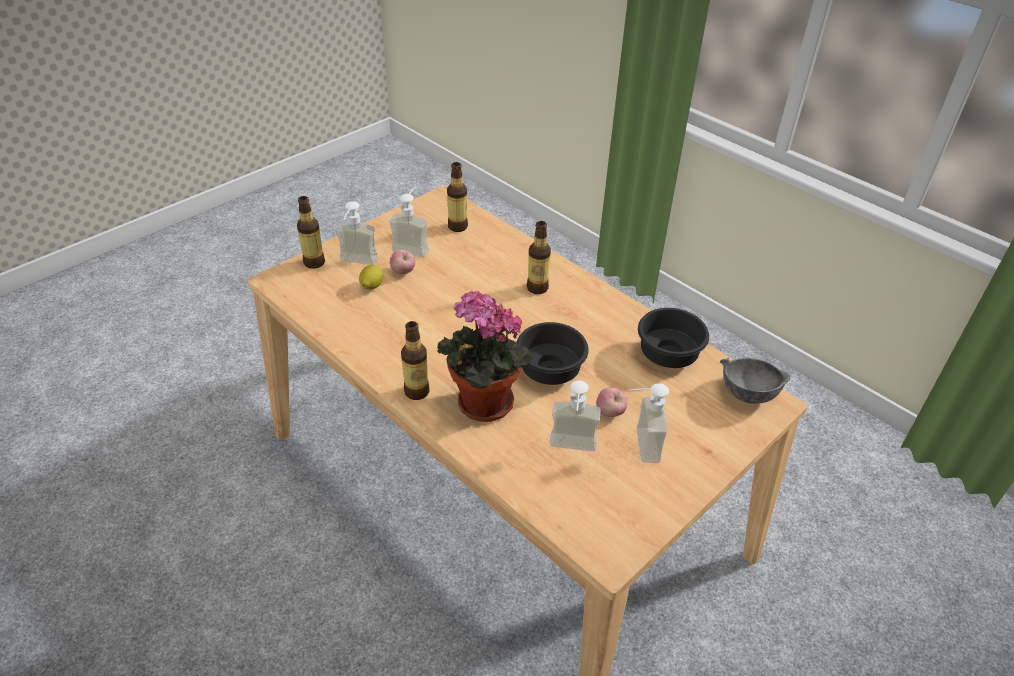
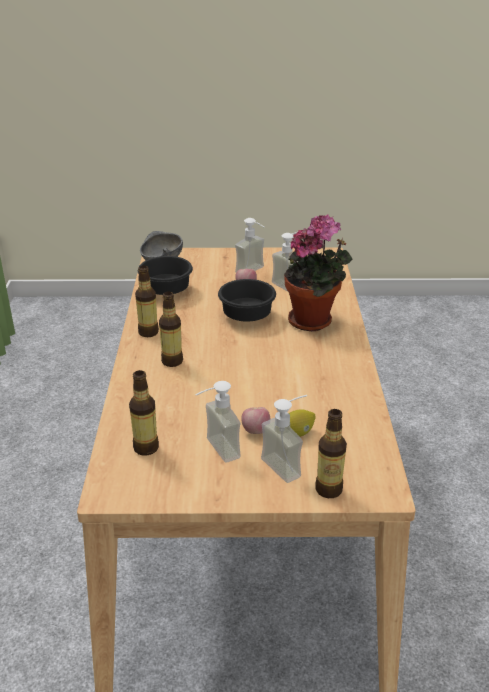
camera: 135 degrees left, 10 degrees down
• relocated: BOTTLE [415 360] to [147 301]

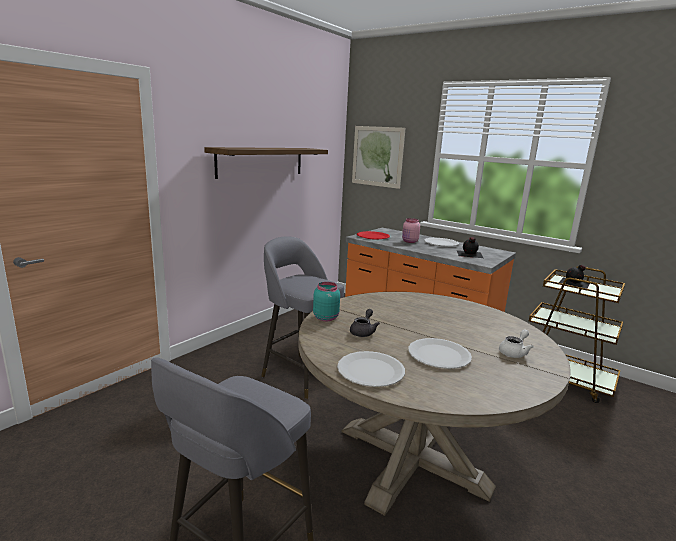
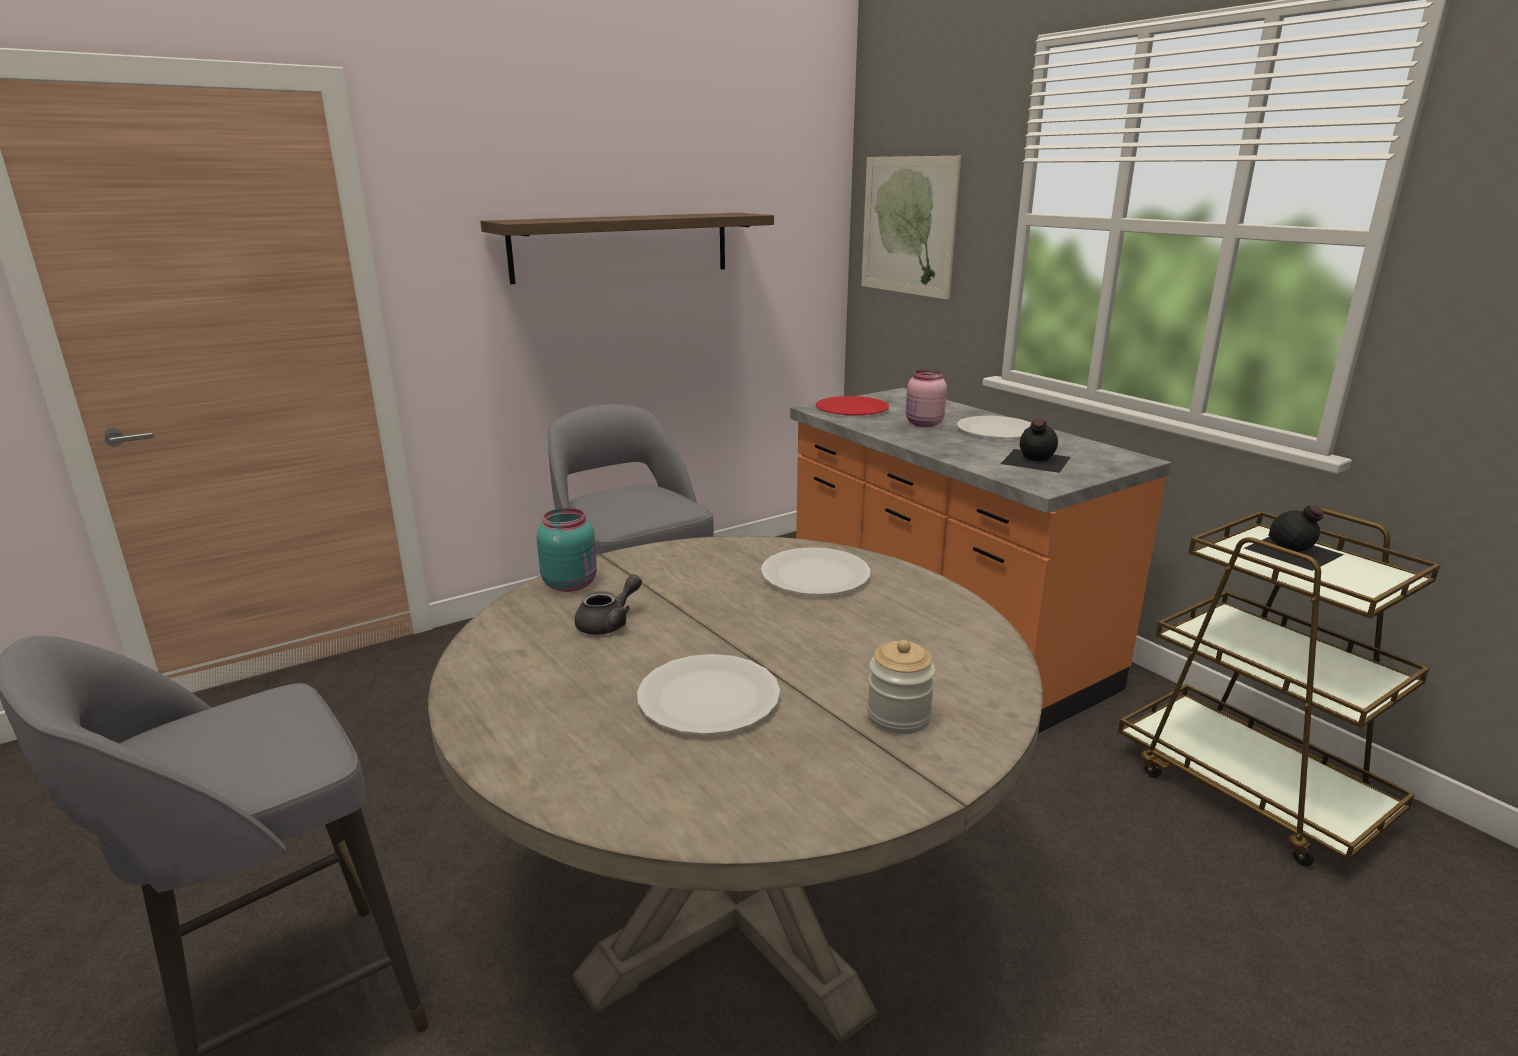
camera: 20 degrees right, 5 degrees up
• relocated: WHITE PLATE [371 369] to [815 571]
• exchanged: WHITE TEAPOT [516 343] to JAR [901 687]

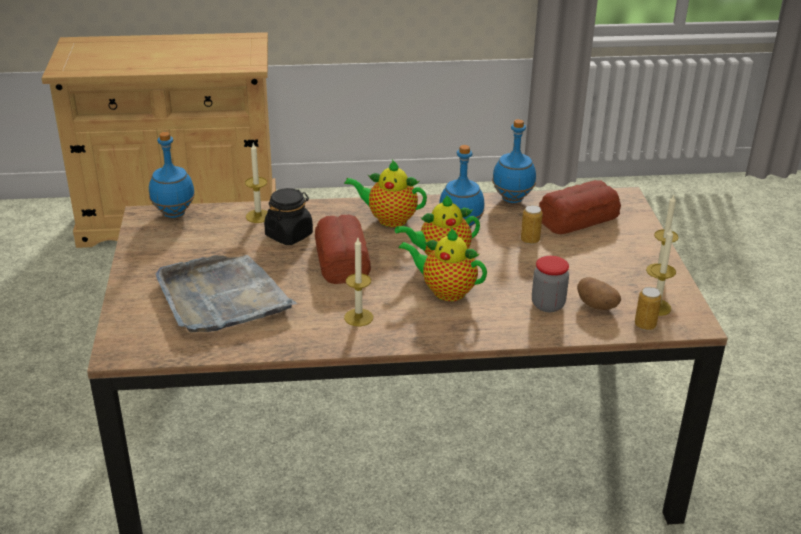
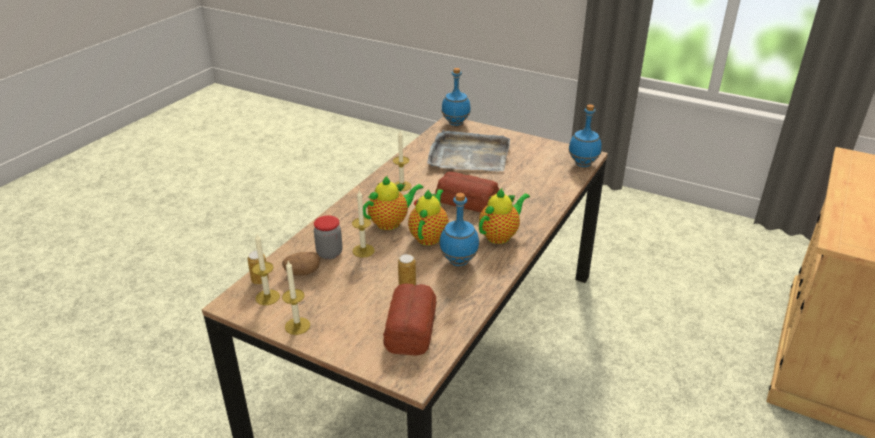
camera: 125 degrees right, 0 degrees up
• missing: BLACK JAR [288 216]
• relocated: CANDLE [256 183] to [363 224]
• relocated: BLUE BOTTLE [514 161] to [456 97]

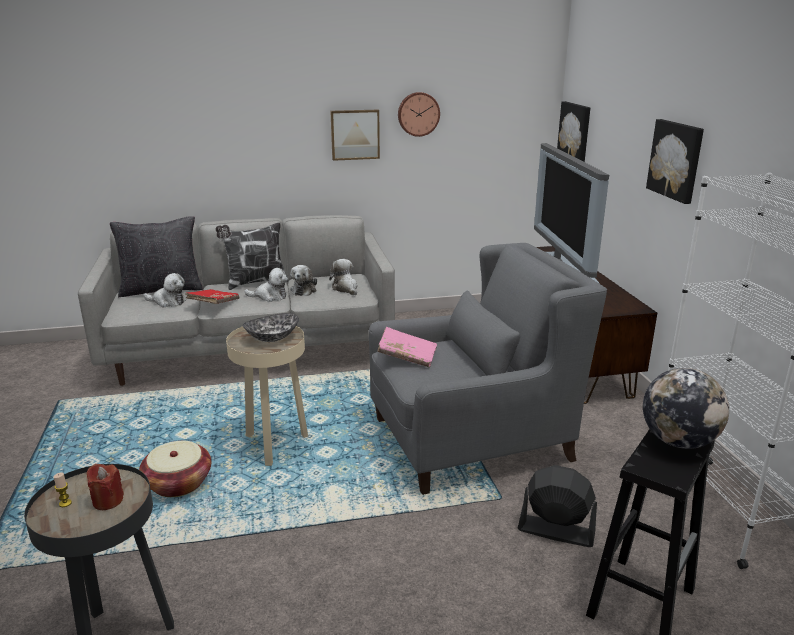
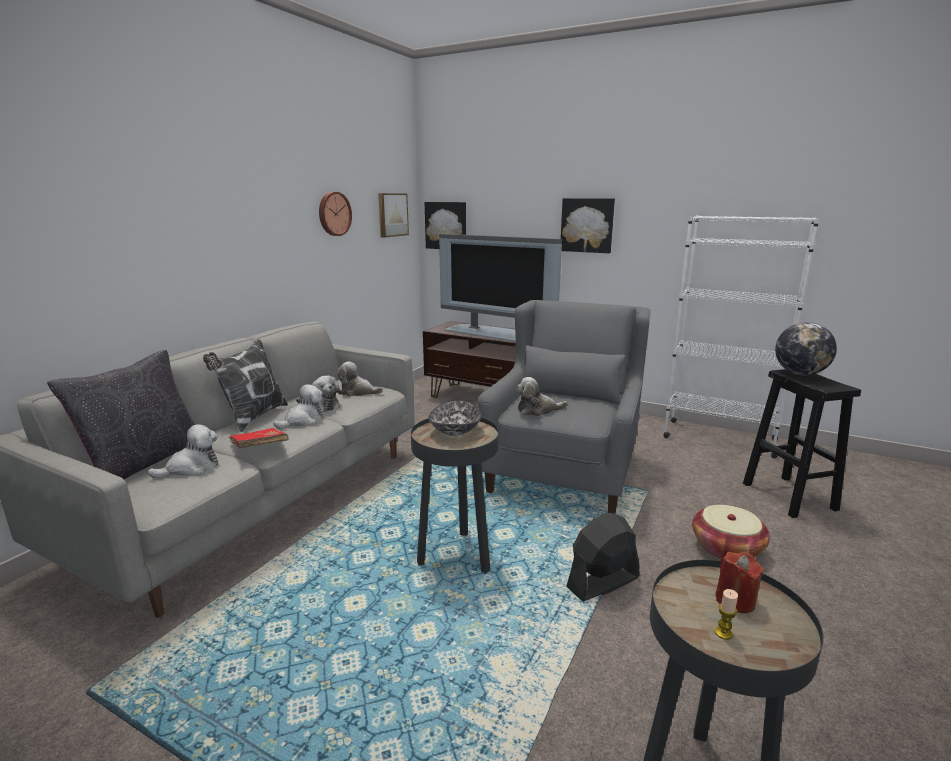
camera: 50 degrees left, 5 degrees down
• relocated: BASKET [175 469] to [731 532]
• relocated: PICTURE [355 135] to [393 215]
• relocated: BLACK FAN [557 506] to [603 557]
• exchanged: PINK BOOK [407 347] to PLUSH TOY [542 396]
• colour: BEIGE SIDE TABLE [267 396] to BLACK SIDE TABLE [455 496]

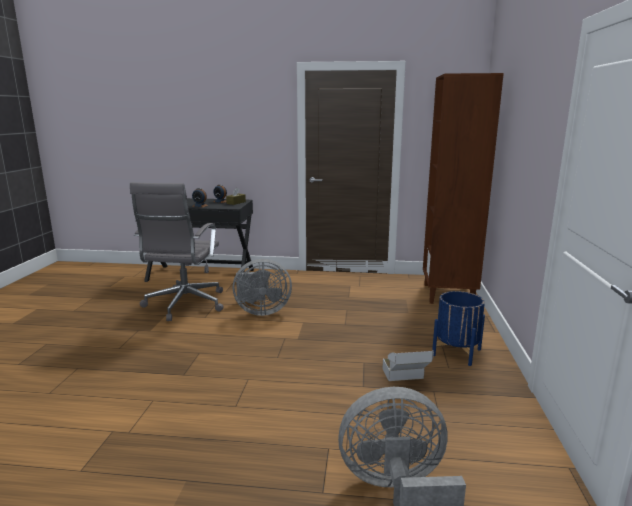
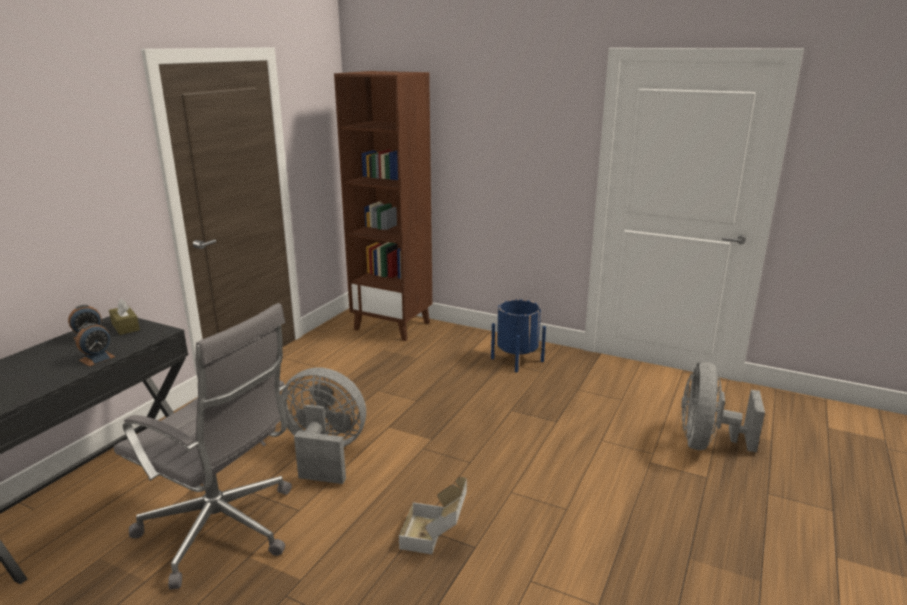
camera: 70 degrees left, 5 degrees up
• relocated: CARDBOARD BOX [408 365] to [433 515]
• spun: GREY FAN [262 287] = [323 426] 90 degrees counterclockwise

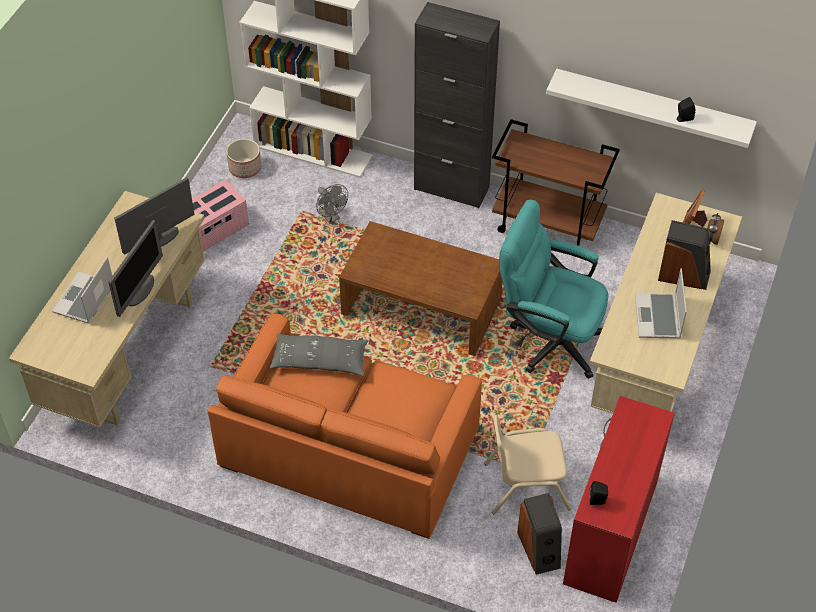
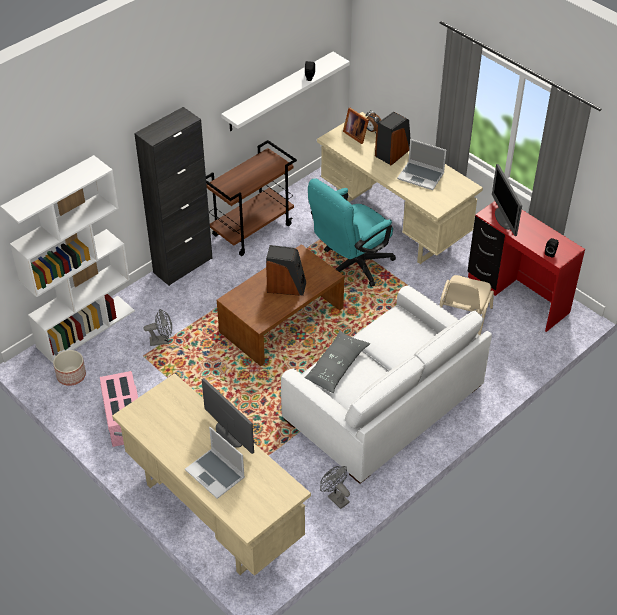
camera: 65 degrees left, 5 degrees down
• appeared: GREY FAN [335 487]
• relocated: MONITOR [154 216] to [507 200]
• relocated: SPEAKER [539 534] to [286 270]
• colour: ORANGE SOFA [345 426] to WHITE SOFA [386 384]

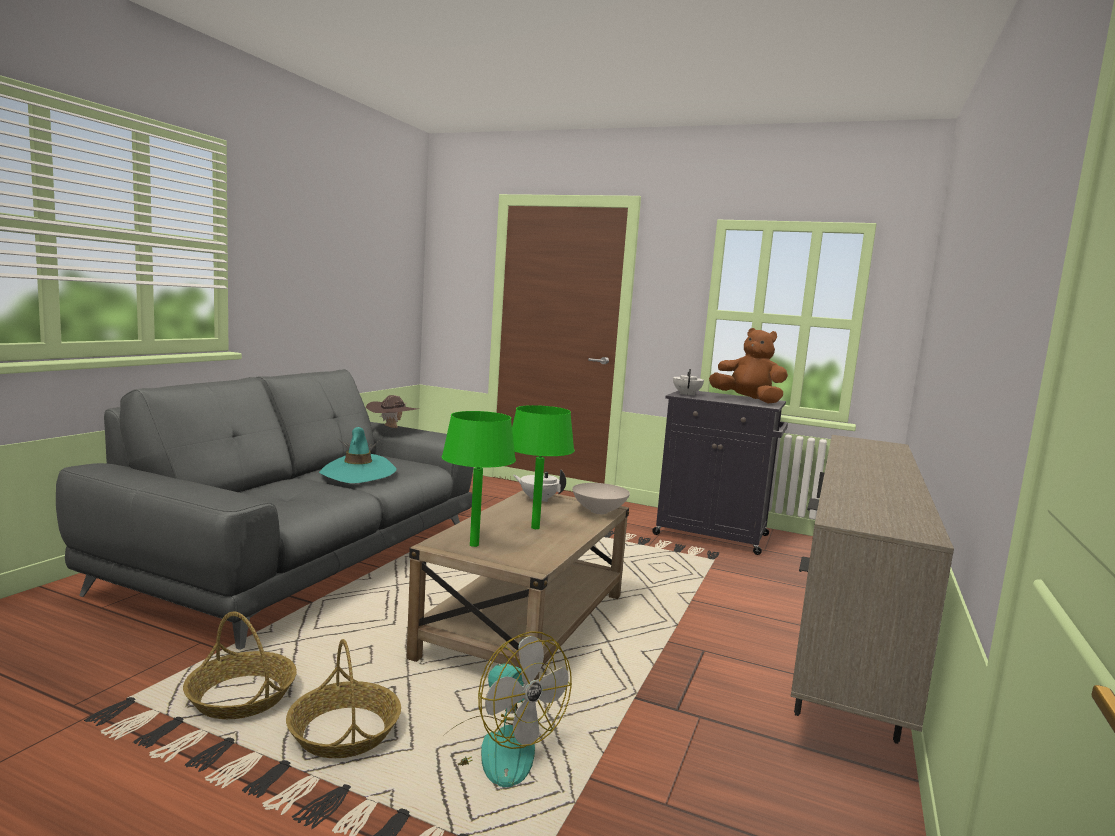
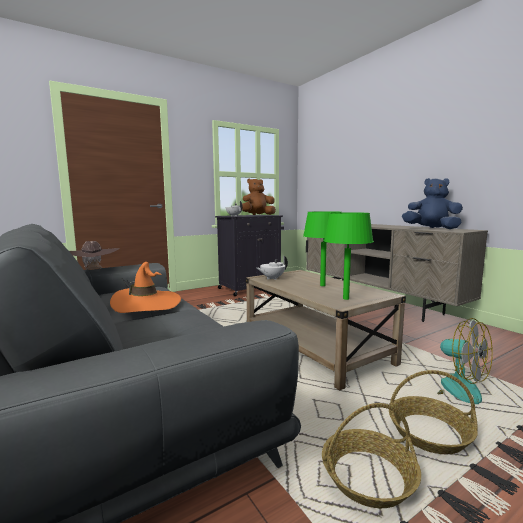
camera: 55 degrees left, 0 degrees up
• missing: WHITE BOWL [601 498]
• appeared: BLUE PLUSH TOY [432 203]
• colour: TURQUOISE HAT [358 455] to ORANGE HAT [145 287]
• spun: FAN [510 709] = [454 361] 60 degrees clockwise

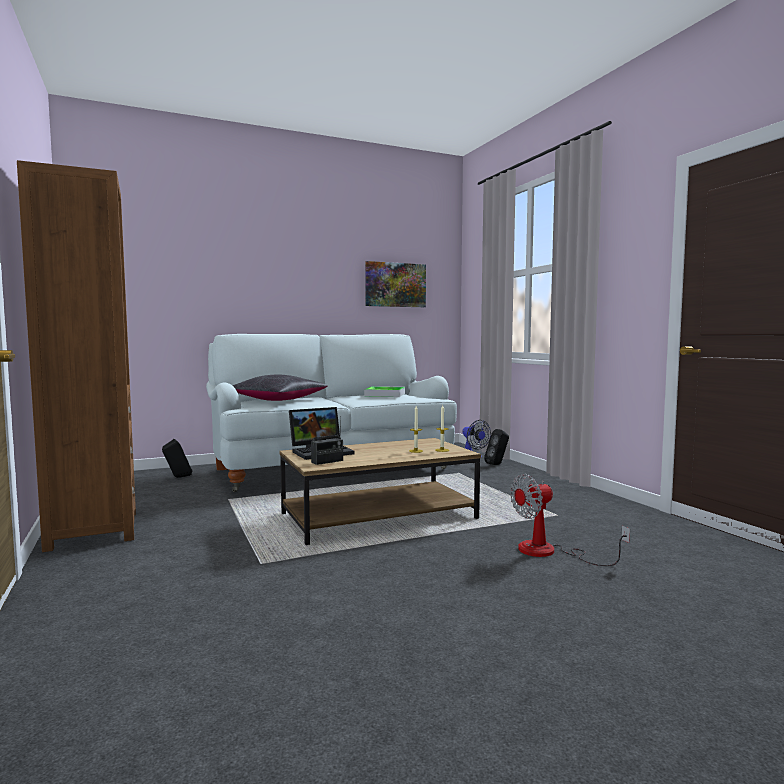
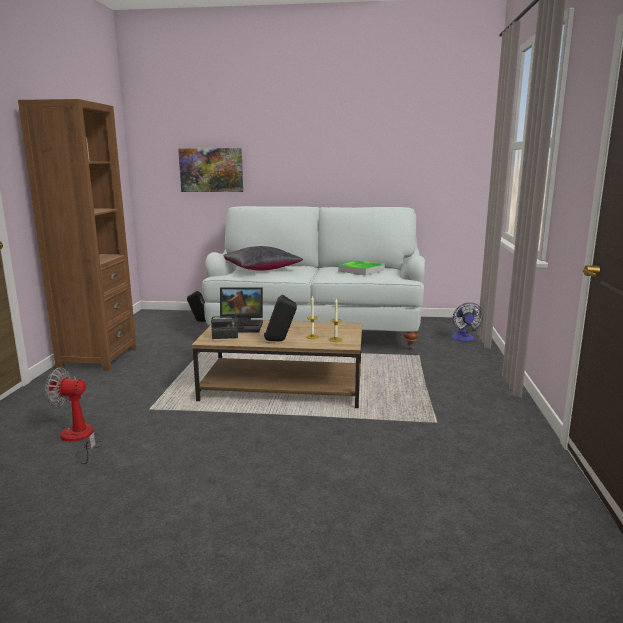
camera: 30 degrees right, 10 degrees up
• relocated: PICTURE [395 284] to [210 170]
• relocated: BLACK SPEAKER [496 447] to [280 317]
• relocated: FAN [570 520] to [73 415]

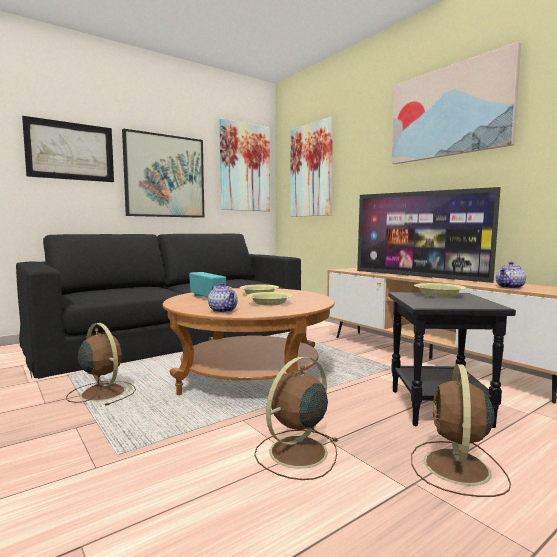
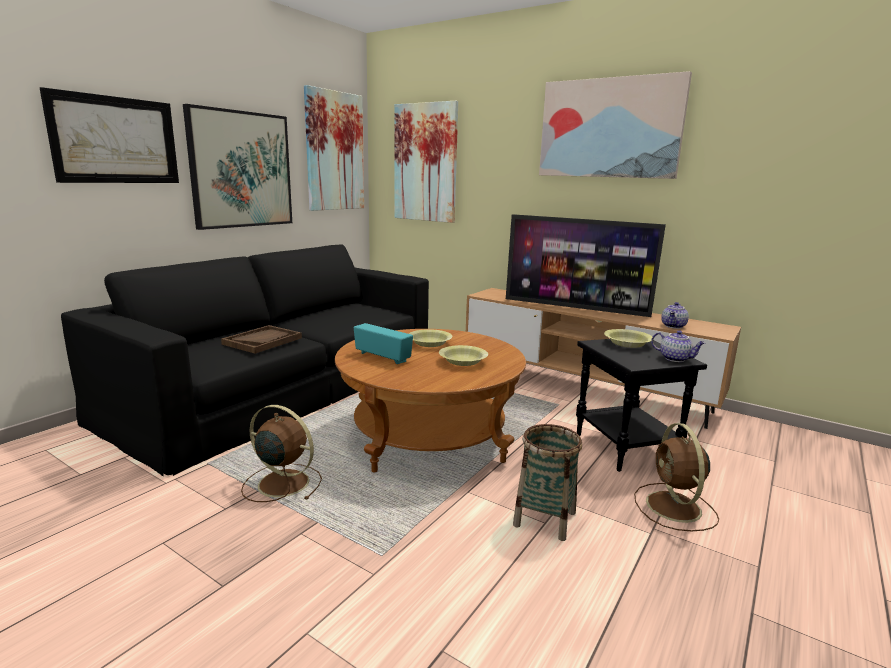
camera: 20 degrees left, 10 degrees up
• appeared: BROWN TRAY [261 339]
• relocated: TEAPOT [223 297] to [678 346]
• exchanged: BROWN FAN [295 418] to BASKET [547 482]

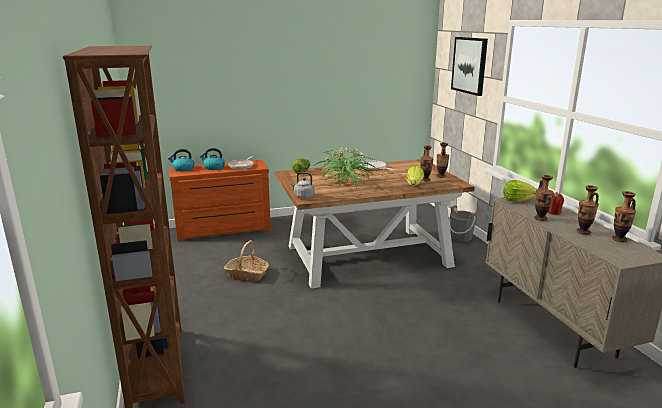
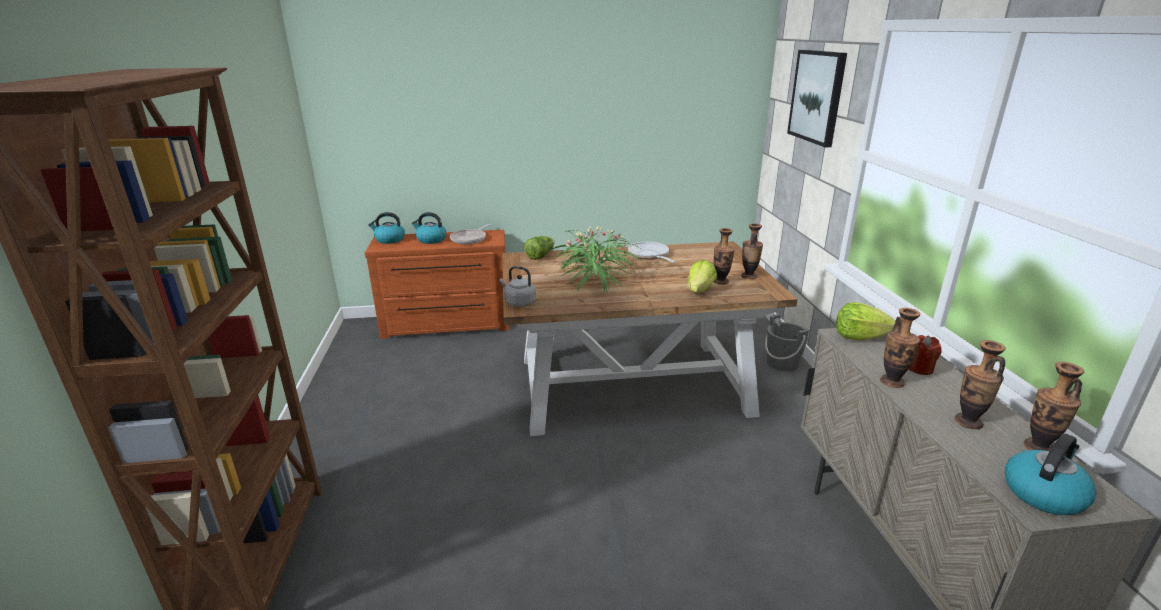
camera: 10 degrees right, 5 degrees up
• missing: BASKET [246 260]
• appeared: KETTLE [1050 474]

